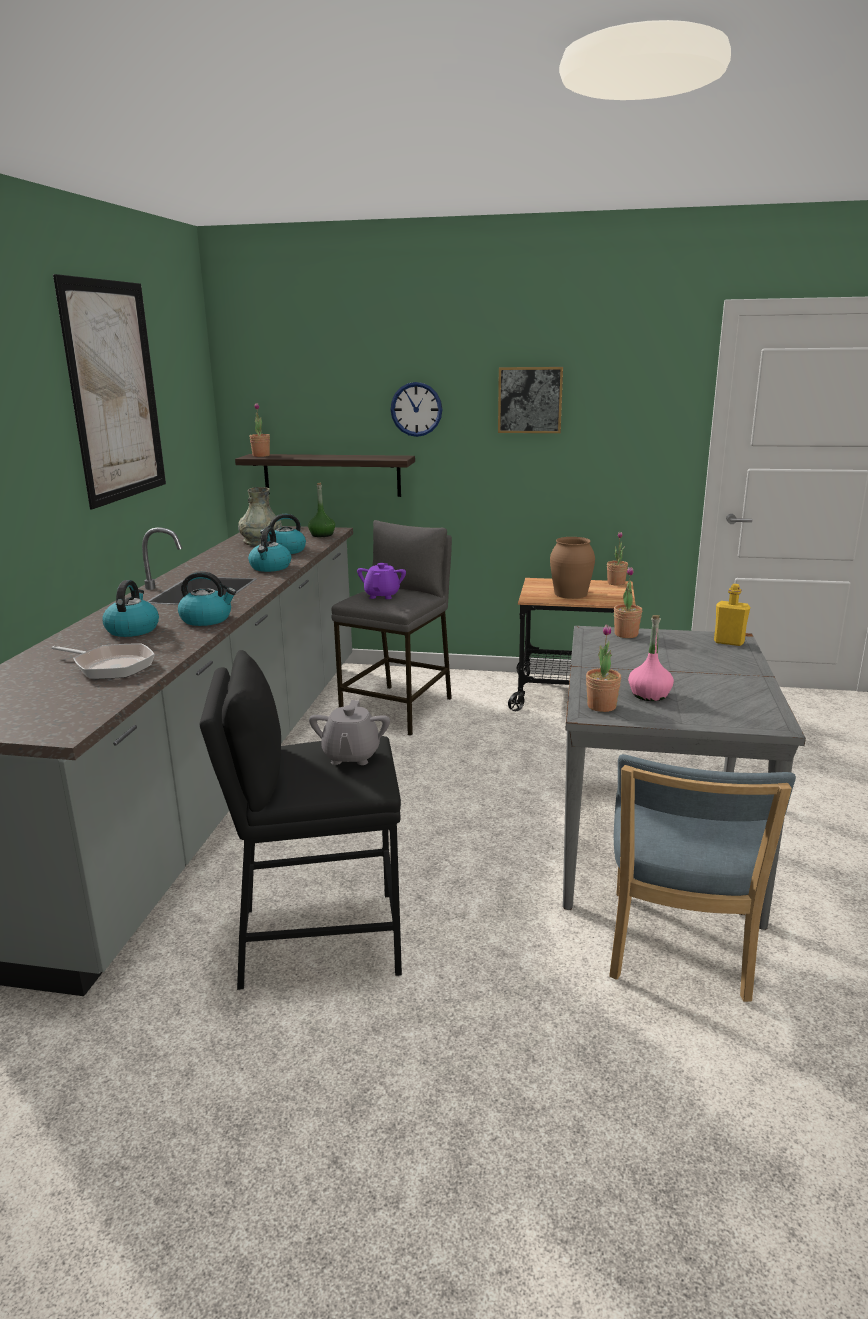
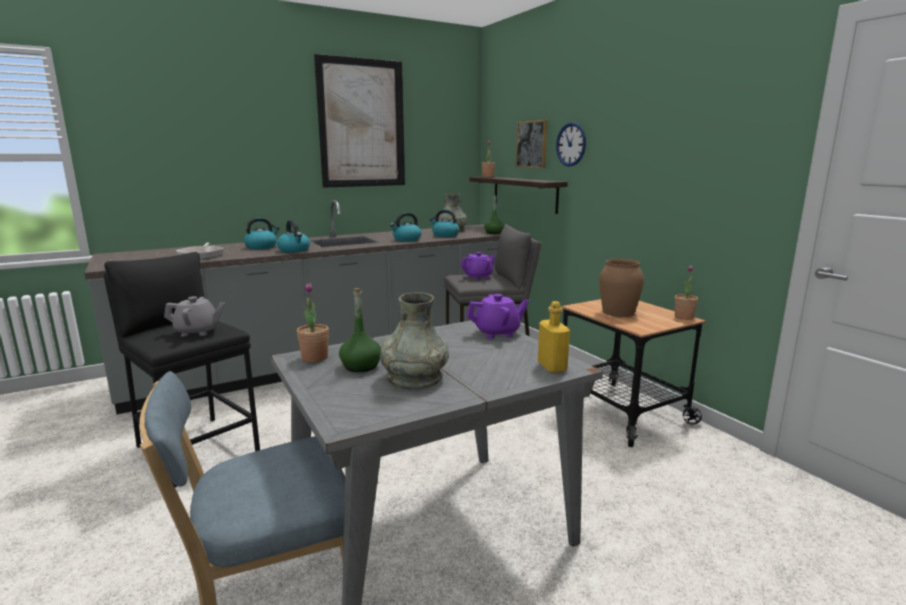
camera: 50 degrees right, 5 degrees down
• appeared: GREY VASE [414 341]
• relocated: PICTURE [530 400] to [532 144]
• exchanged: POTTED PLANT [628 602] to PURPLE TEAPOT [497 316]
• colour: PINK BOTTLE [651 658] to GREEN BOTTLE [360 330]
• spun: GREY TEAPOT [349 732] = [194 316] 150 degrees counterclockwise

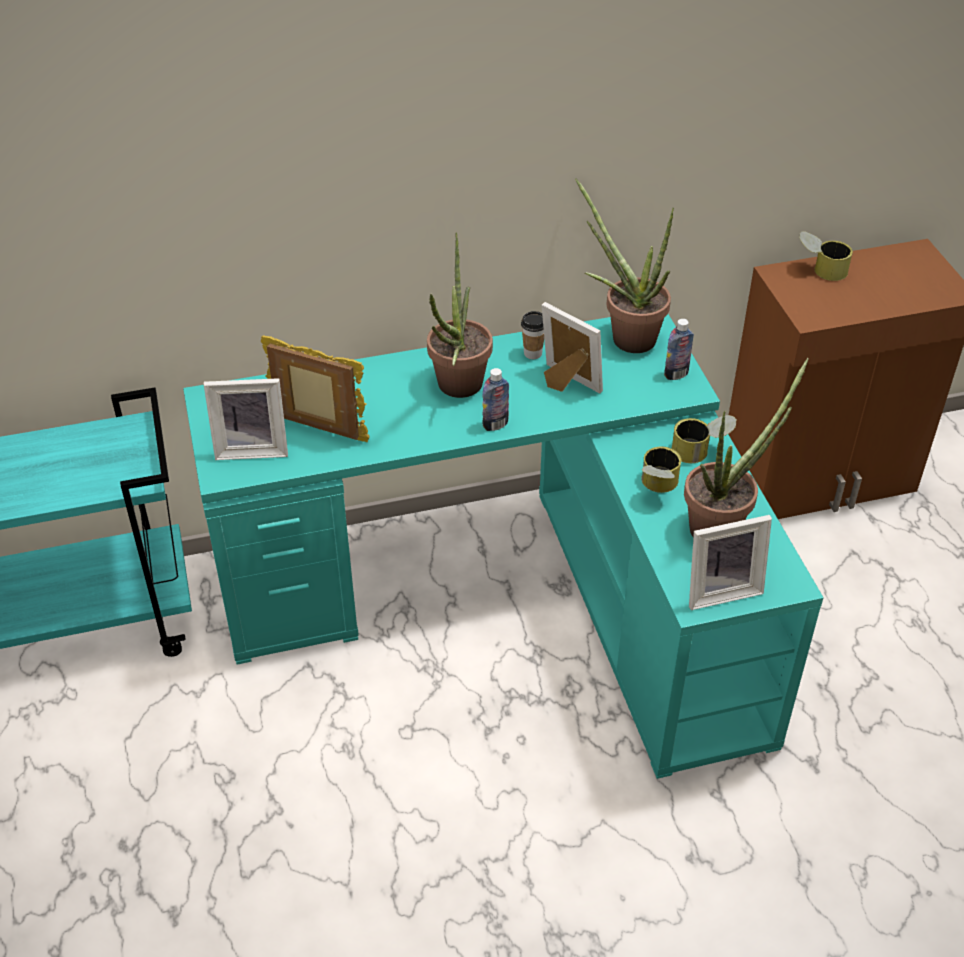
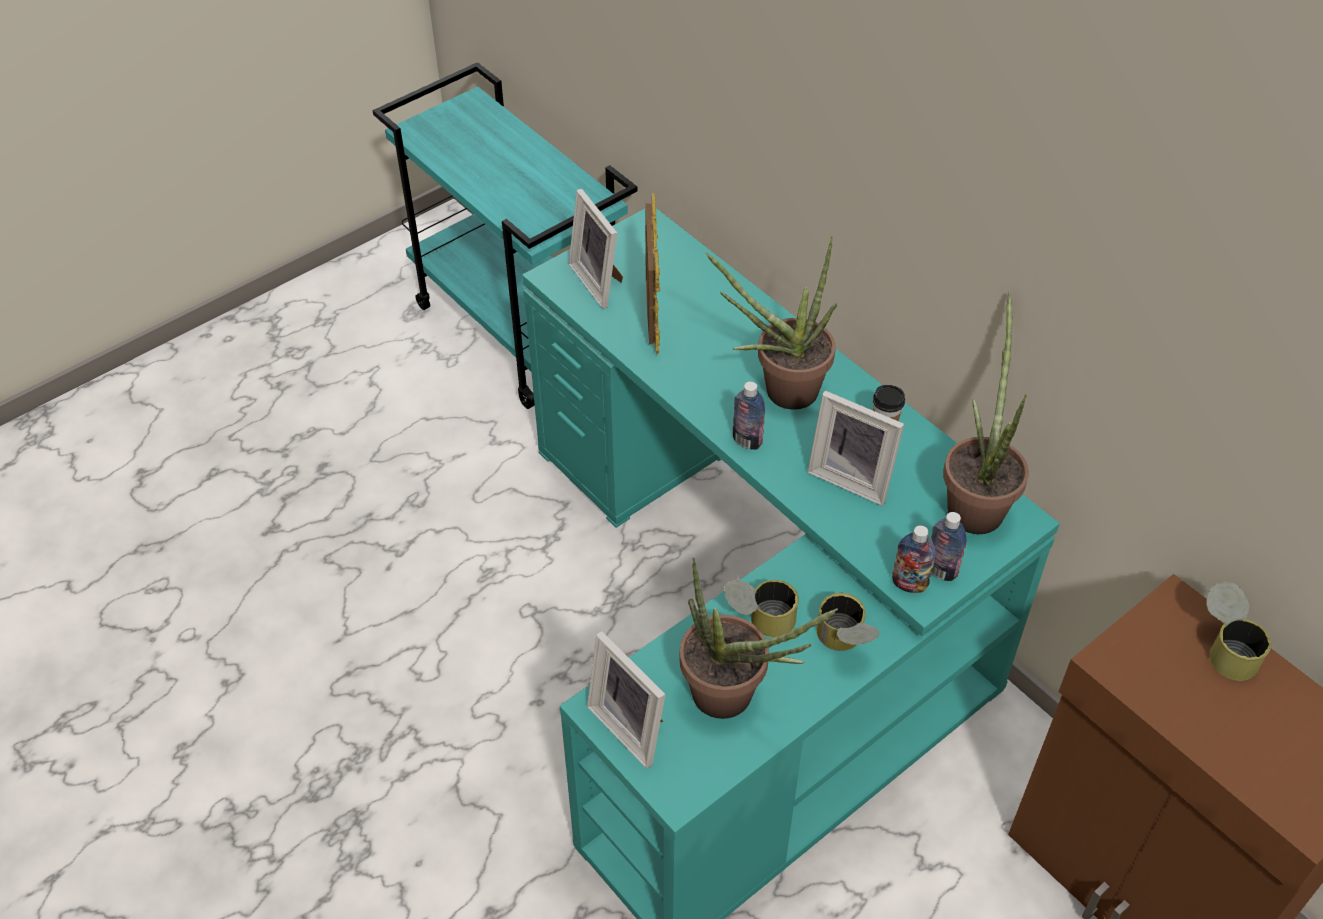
camera: 65 degrees right, 5 degrees up
• appeared: BOTTLE [914 559]
• spun: PICTURE FRAME [572 347] = [855 448] 105 degrees clockwise

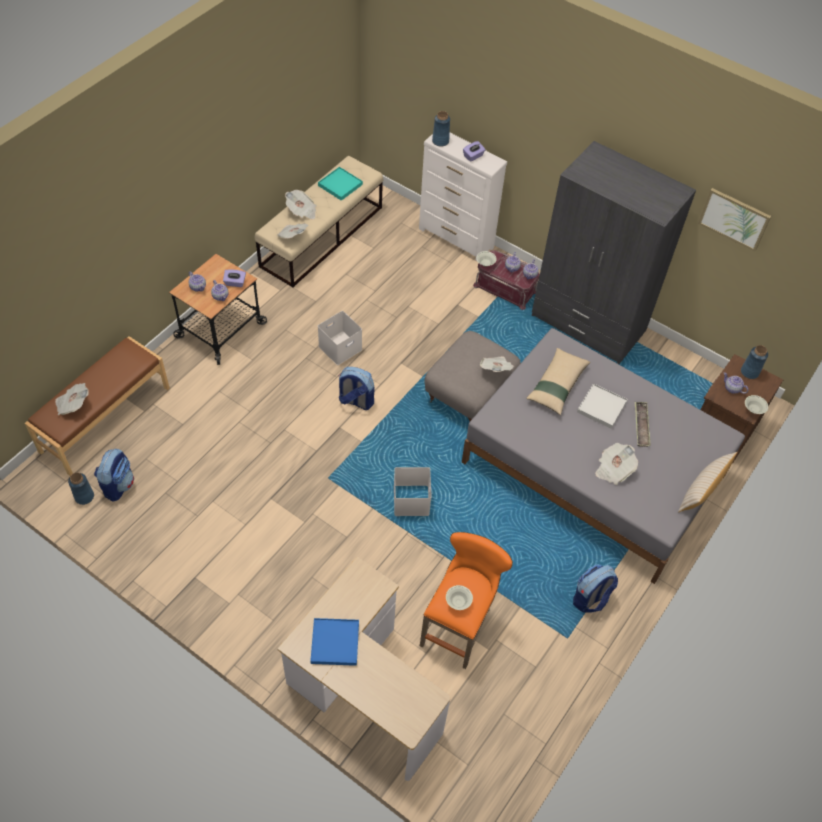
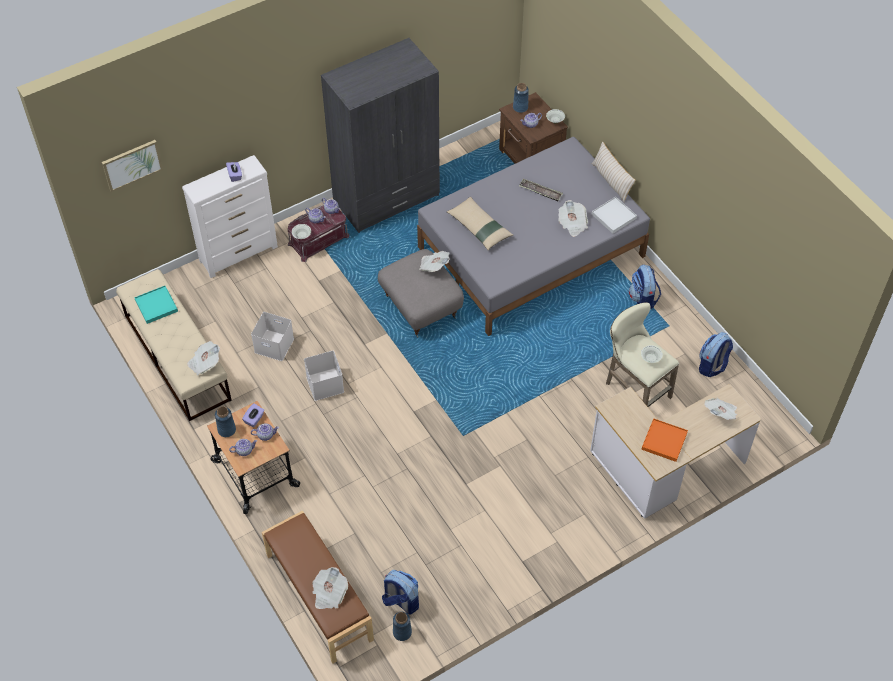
camera: 65 degrees left, 0 degrees up
• relocated: NEWSPAPER [301 205] to [720 409]
• relocated: BACKPACK [356 388] to [716 354]
• relocated: WHITE STORAGE BOX [413 491] to [272 336]
• relocated: BLUE VASE [441 129] to [225 422]
• relocated: WHITE TRAY [602 406] to [614 215]
• relocated: PICTURE [734 220] to [132 166]
• colour: BLUE TRAY [334 642] to ORANGE TRAY [664 440]
• colour: ORANGE STOOL [466 600] to BEIGE STOOL [642 354]

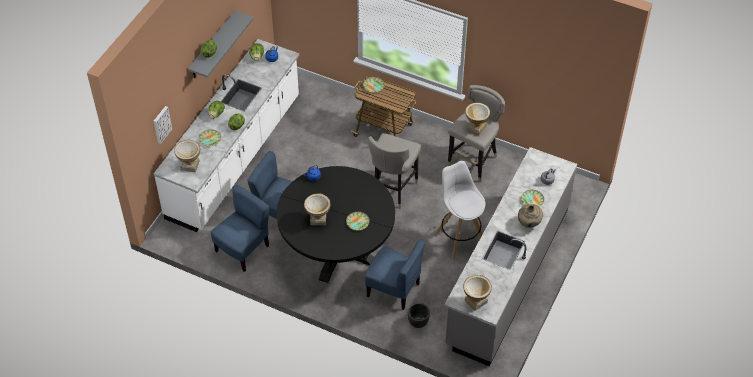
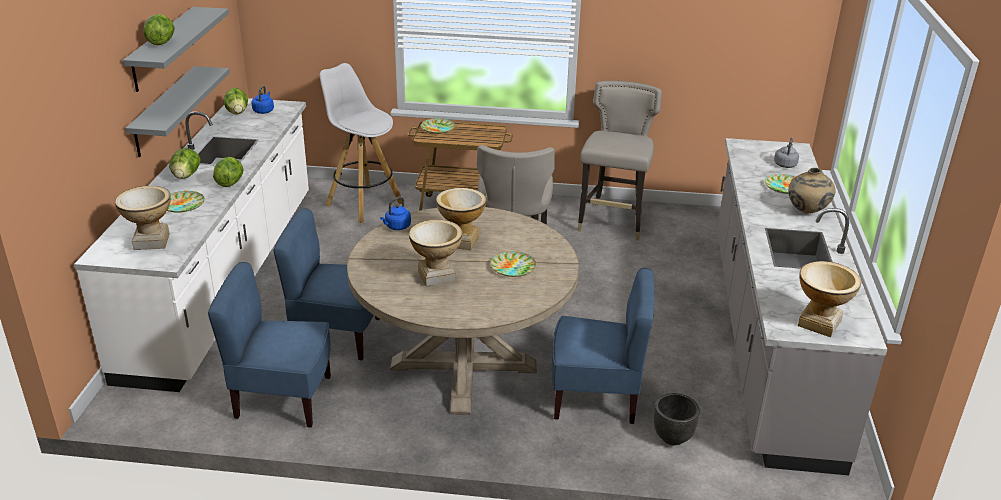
camera: 20 degrees left, 20 degrees down
• missing: PICTURE [163 125]
• appeared: GREY SHELF [177 111]
• relocated: WHITE STOOL [459 210] to [361 143]
• relocated: VASE [477 119] to [461 219]
• colour: BLACK DINING TABLE [336 224] to BEIGE DINING TABLE [463 311]
• spun: BLUE CHAIR [240 228] = [269 345] 105 degrees counterclockwise

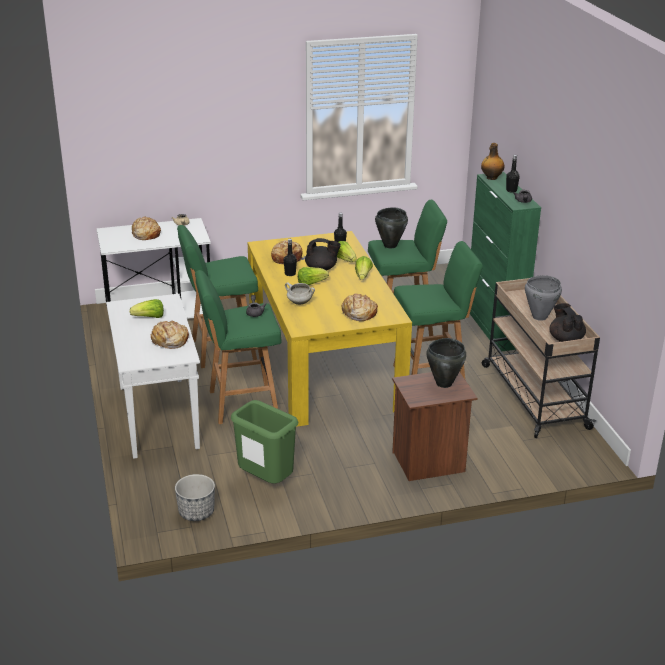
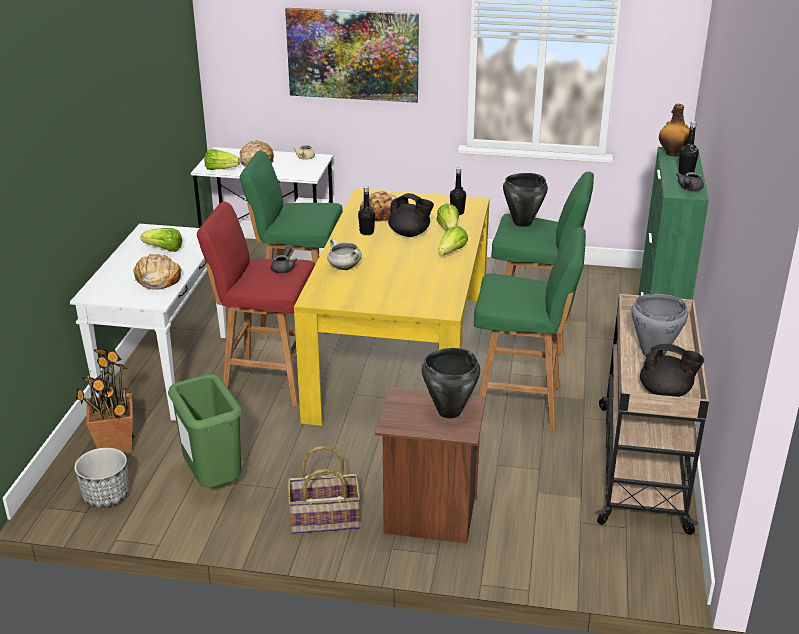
camera: 25 degrees right, 0 degrees up
• missing: BREAD [359 307]
• appeared: POTTED PLANT [105 401]
• appeared: PICTURE [352 55]
• appeared: BASKET [323 490]
• relocated: LETTUCE [313 276] to [222 159]
• colour: GREEN STOOL [238 347] to RED STOOL [256 304]
• spun: BLACK TEAPOT [567 322] = [672 370] 105 degrees clockwise

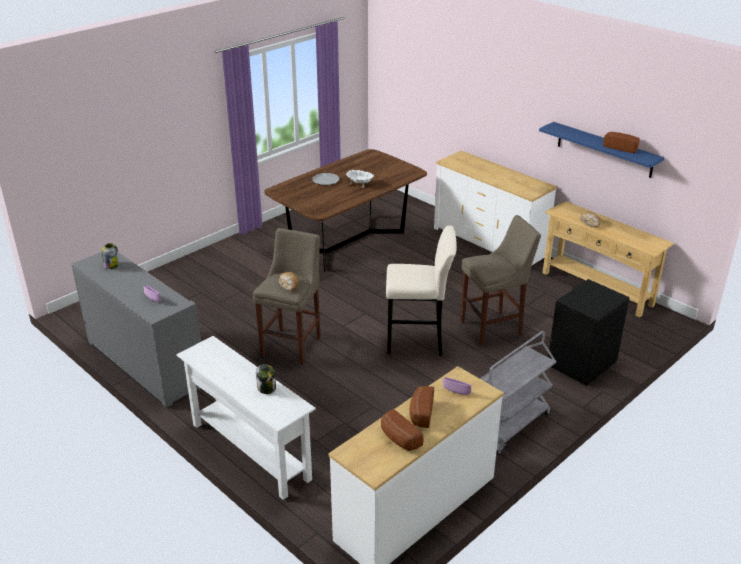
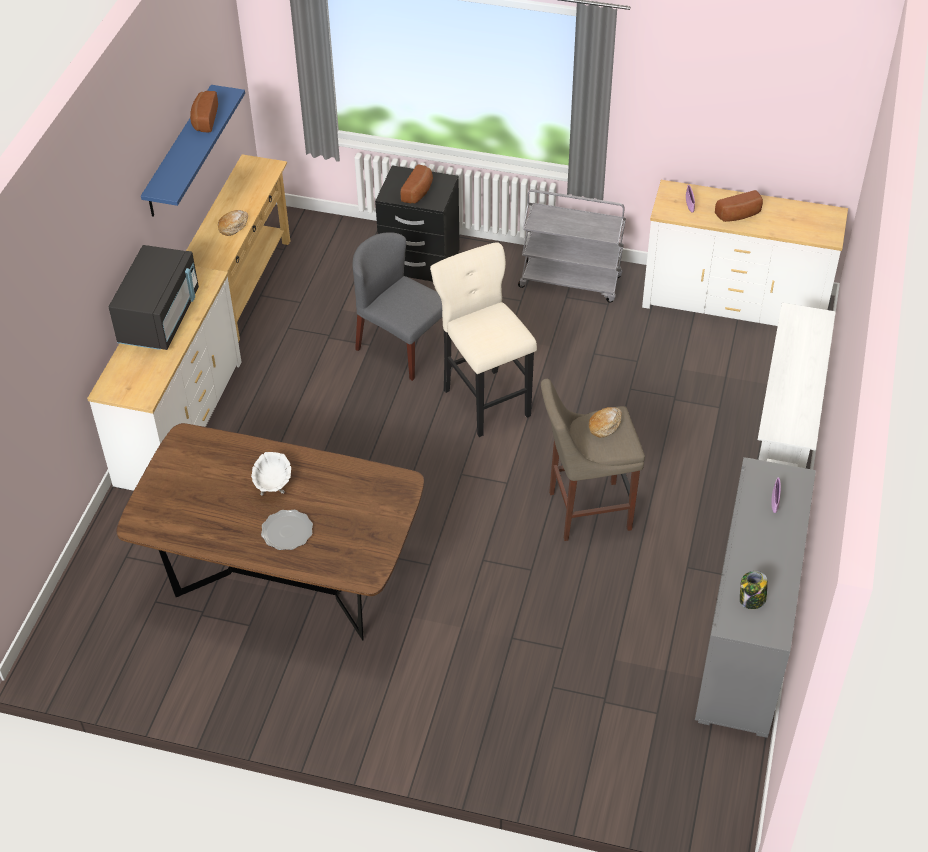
camera: 120 degrees left, 15 degrees up
• missing: JAR [266 379]
• appeared: BLACK MICROWAVE [154 297]
• relocated: BREAD [402 430] to [417 184]
• exchanged: BEIGE STOOL [501 280] to GREY CHAIR [397 306]

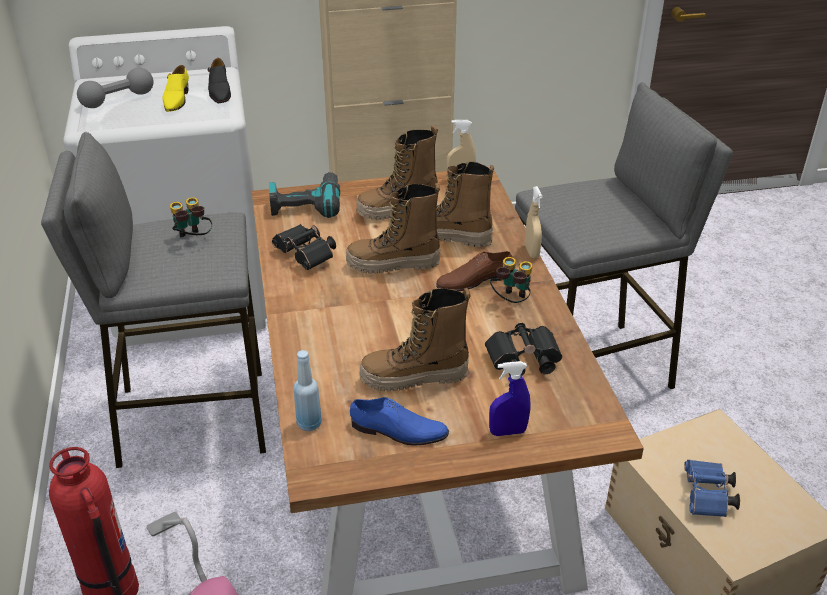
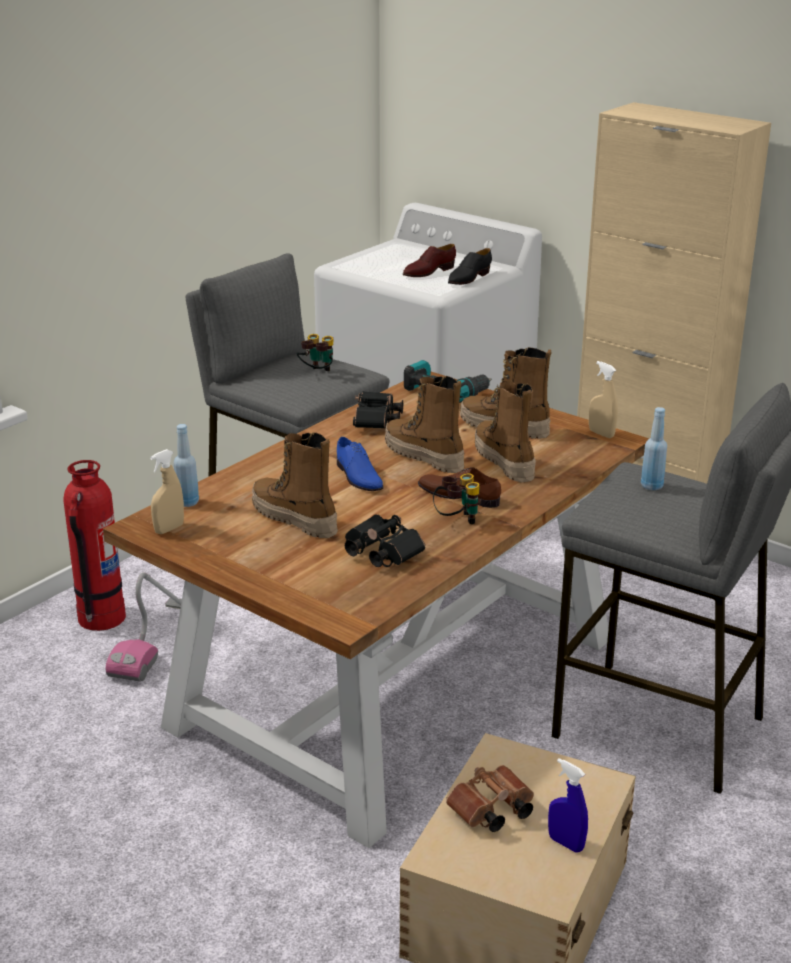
camera: 50 degrees right, 10 degrees down
• missing: GREY DUMBBELL [115 88]
• appeared: BLUE BOTTLE [654 448]
• relocated: BLUE SHOE [399 421] to [360 464]
• relocated: BLUE SPRAY BOTTLE [509 398] to [568 805]
• relocated: BEIGE SPRAY BOTTLE [534 222] to [167 491]
• colour: YELLOW SHOE [175 88] to BROWN SHOE [429 260]
• colour: BLUE BINOCULARS [712 488] to BROWN BINOCULARS [490 798]

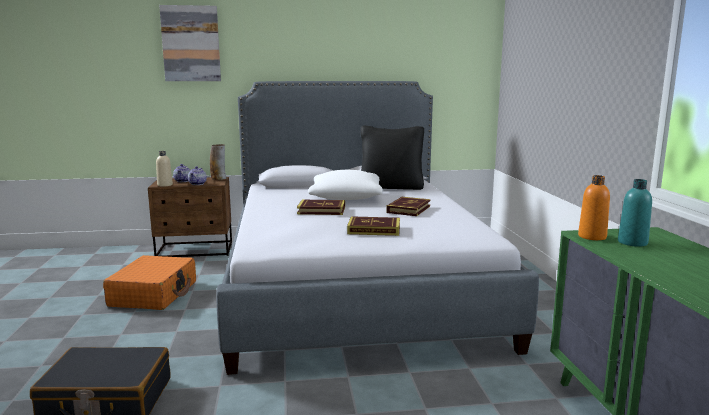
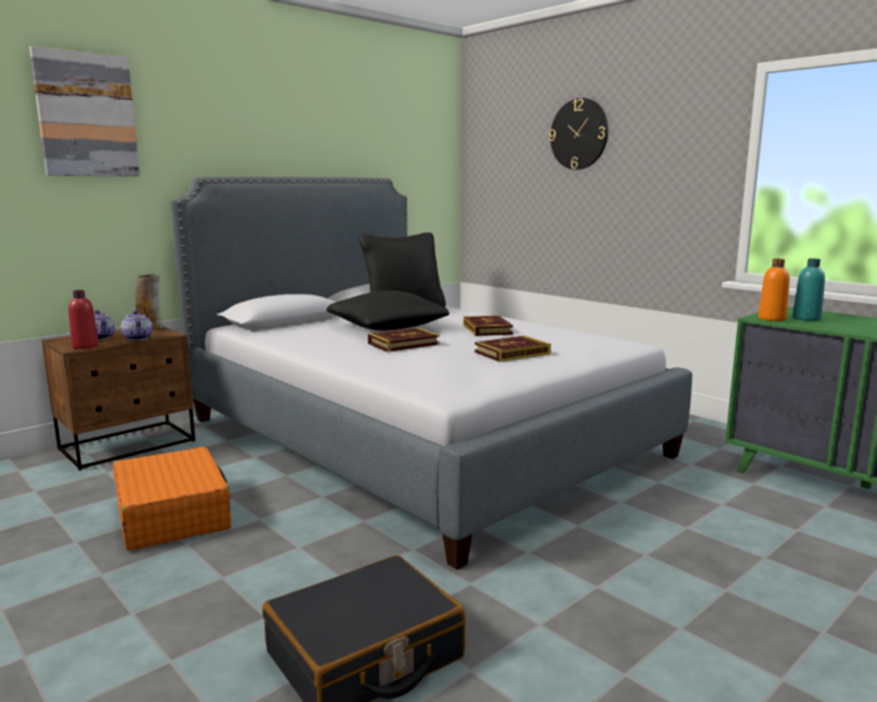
camera: 35 degrees left, 0 degrees up
• appeared: WALL CLOCK [578 134]
• colour: BEIGE BOTTLE [164 169] to RED BOTTLE [83 319]
• colour: WHITE PILLOW [345 185] to BLACK PILLOW [387 311]

